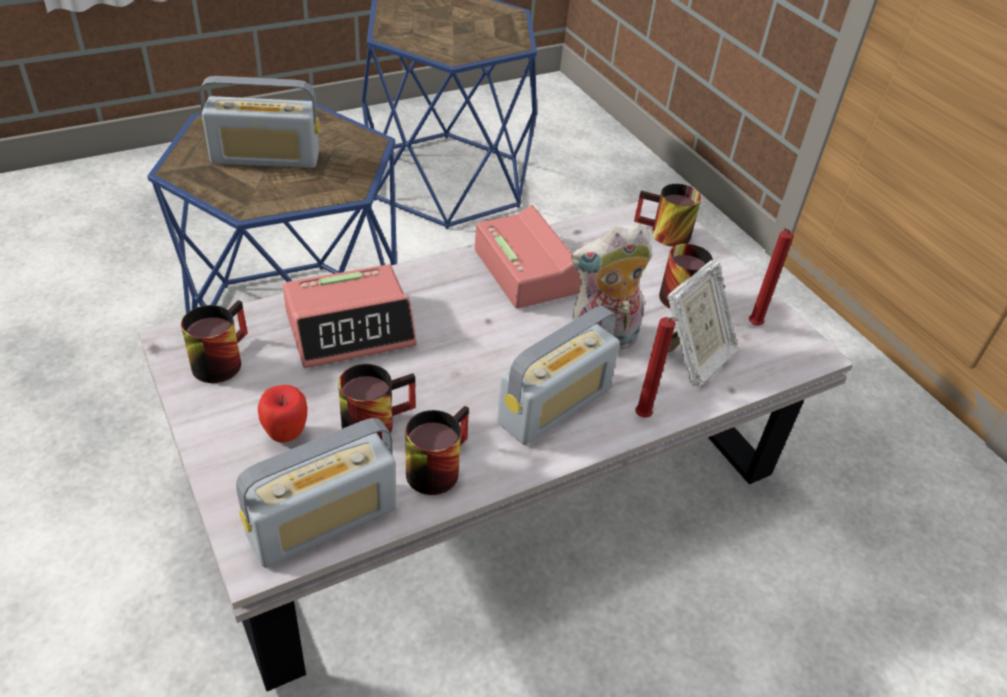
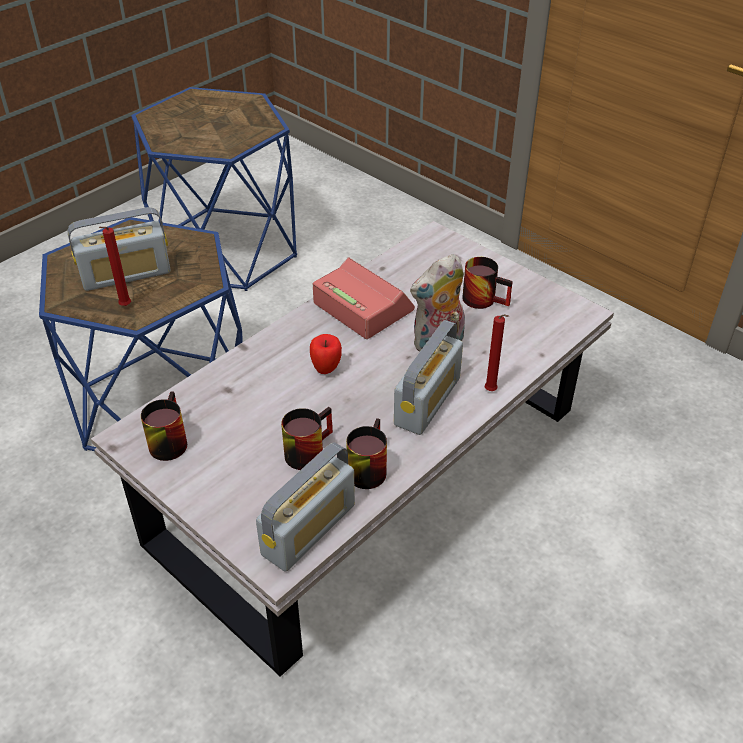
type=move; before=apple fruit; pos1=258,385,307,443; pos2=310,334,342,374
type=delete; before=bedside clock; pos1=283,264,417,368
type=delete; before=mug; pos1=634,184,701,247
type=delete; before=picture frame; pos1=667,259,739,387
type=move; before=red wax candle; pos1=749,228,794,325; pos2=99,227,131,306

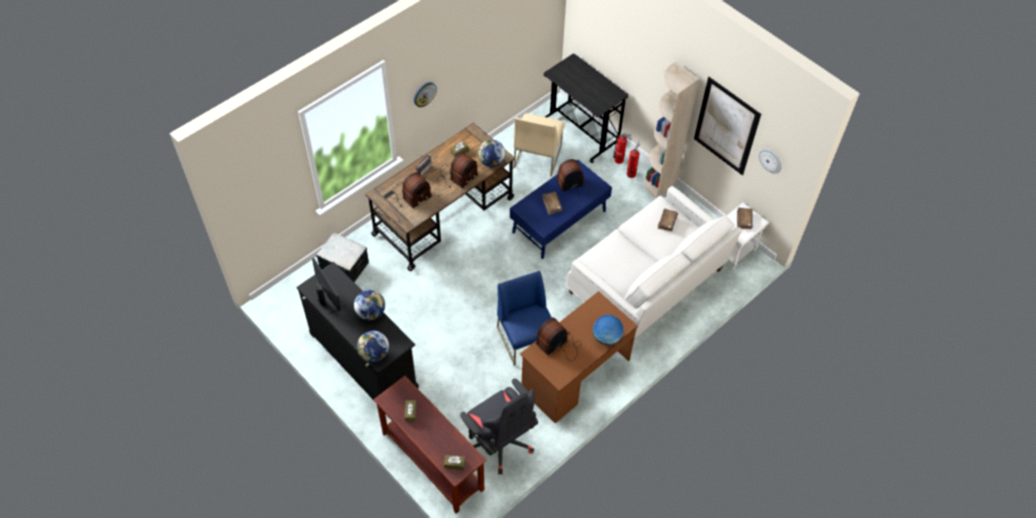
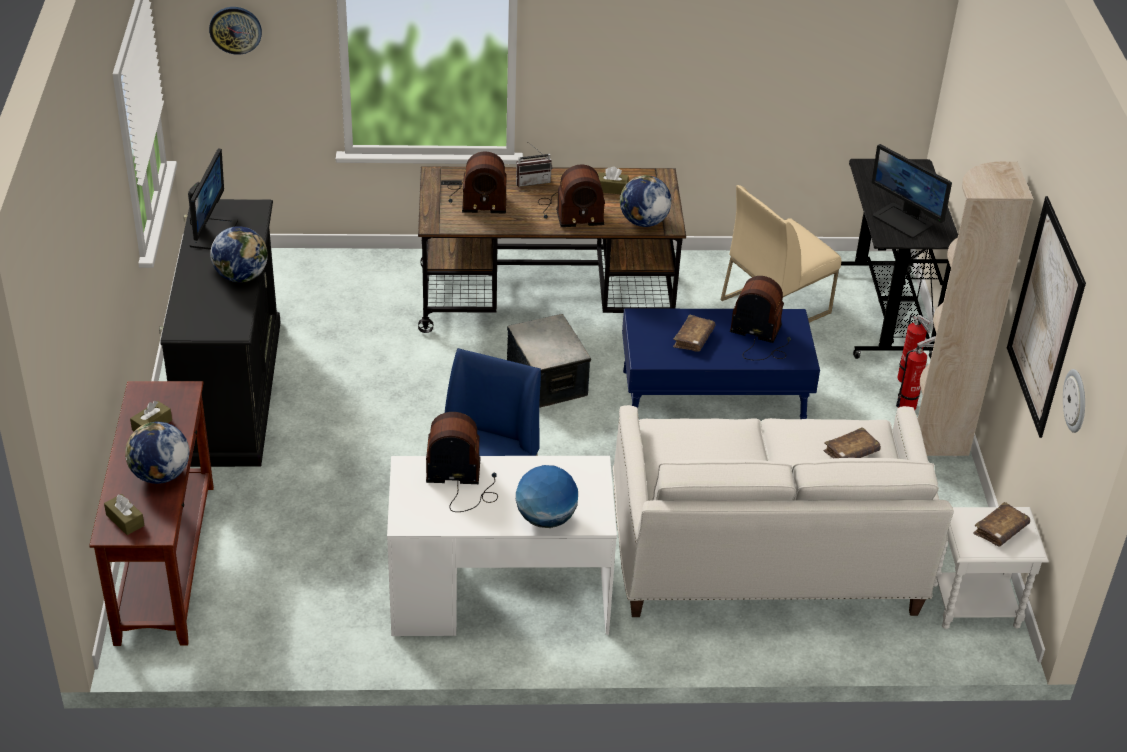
type=move; before=storage bin; pos1=316,233,369,282; pos2=507,314,591,408
type=move; before=world globe; pos1=357,331,389,362; pos2=125,422,189,484
type=move; before=clock on the wall; pos1=414,82,437,107; pos2=209,7,262,55
type=delete; before=blackish office chair; pos1=460,378,538,475
type=recolor; before=brown desk; after=whitish desk; pos1=520,291,638,423; pos2=387,456,617,636
type=insert; after=monitor; pos2=872,144,952,238

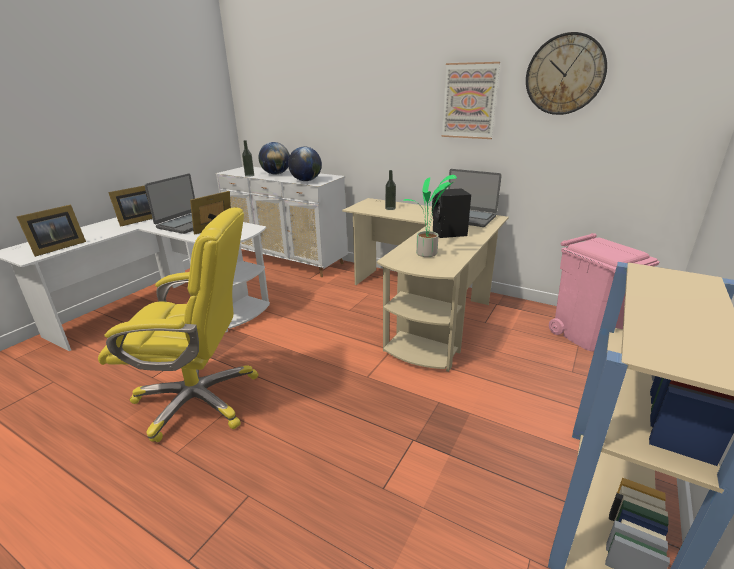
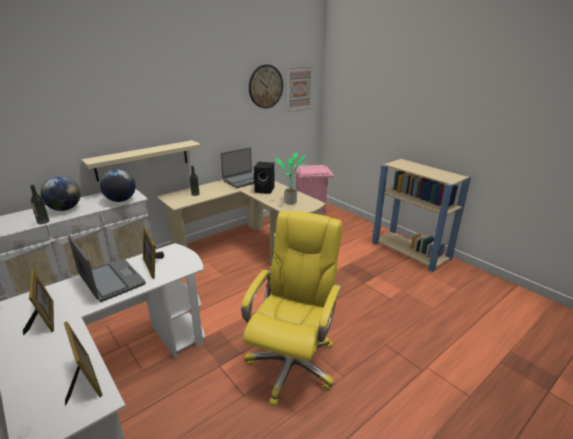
type=move; before=wall picture; pos1=442,62,500,139; pos2=288,66,312,112
type=insert; after=beige wall shelf; pos2=81,140,201,182

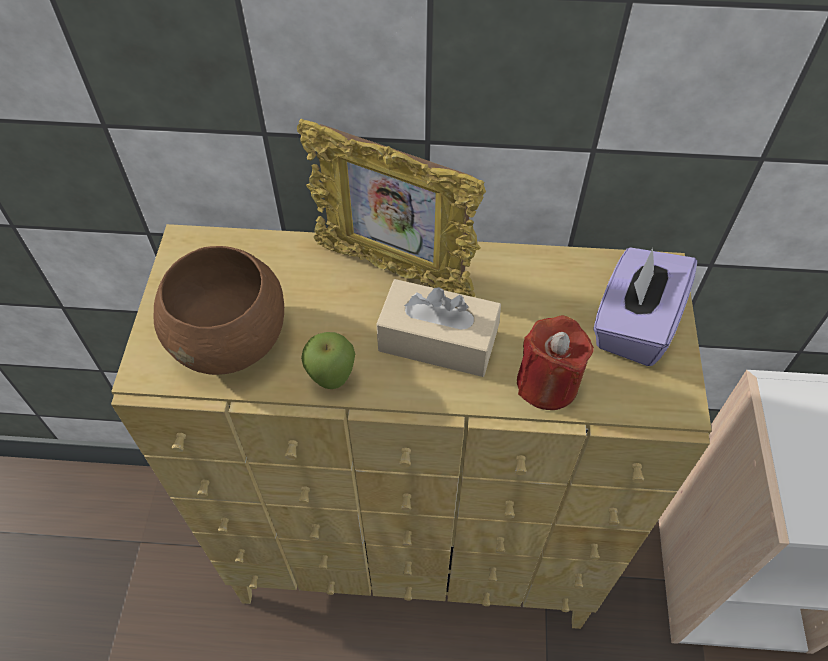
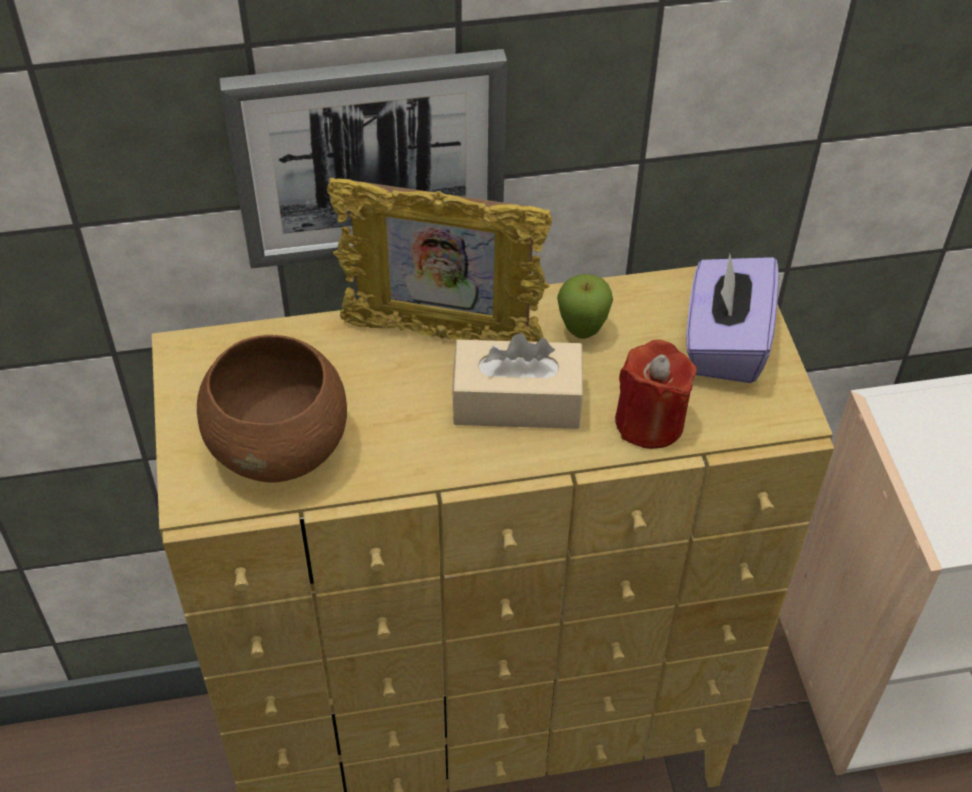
type=move; before=apple fruit; pos1=301,332,355,389; pos2=557,274,613,339
type=insert; after=wall picture; pos2=220,49,507,269

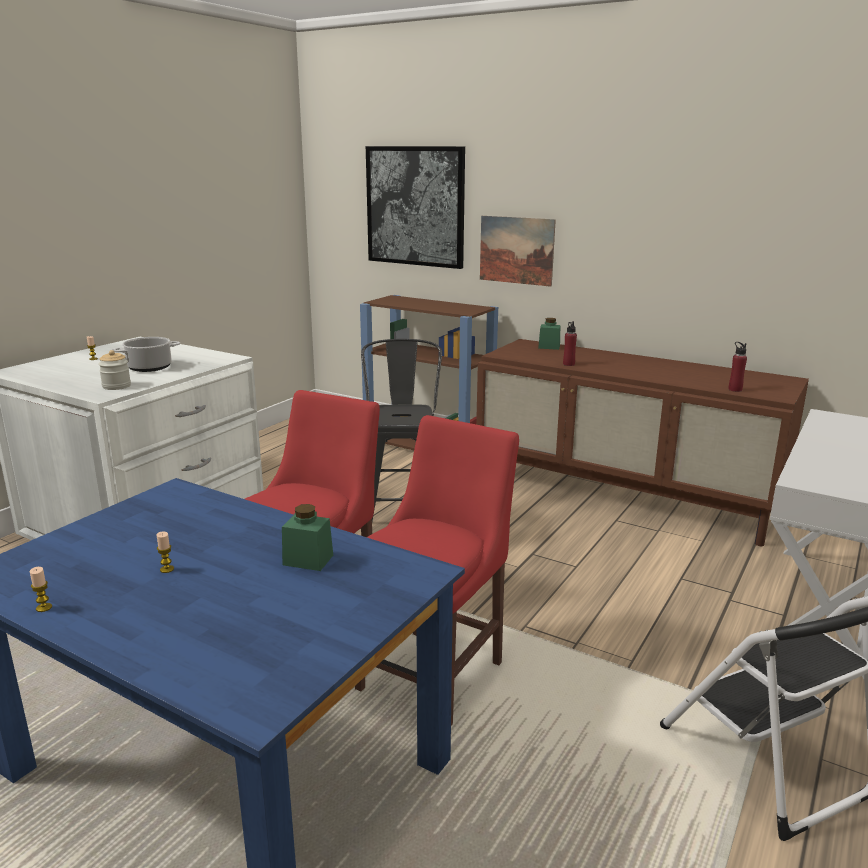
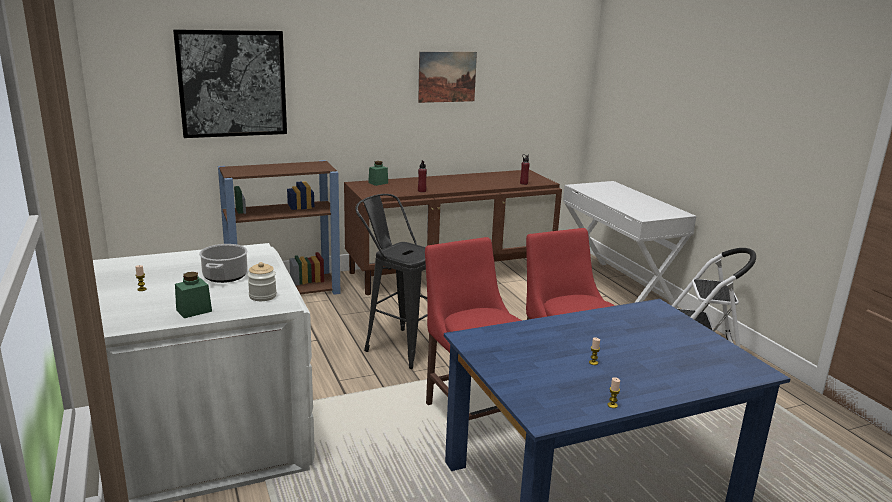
type=move; before=greenish storage jar; pos1=282,504,333,571; pos2=175,272,212,318
type=move; before=wall picture; pos1=480,216,556,287; pos2=418,52,477,103

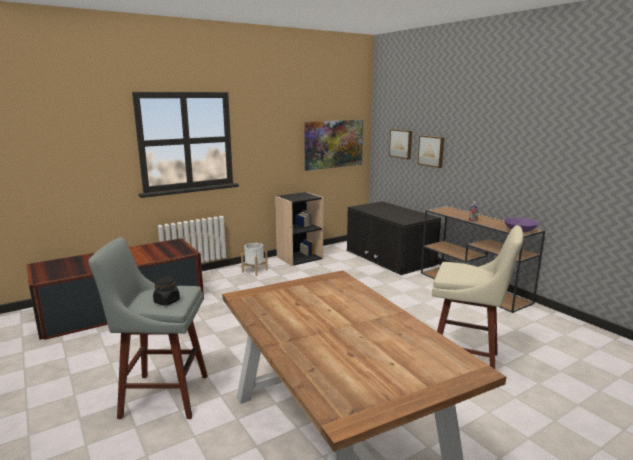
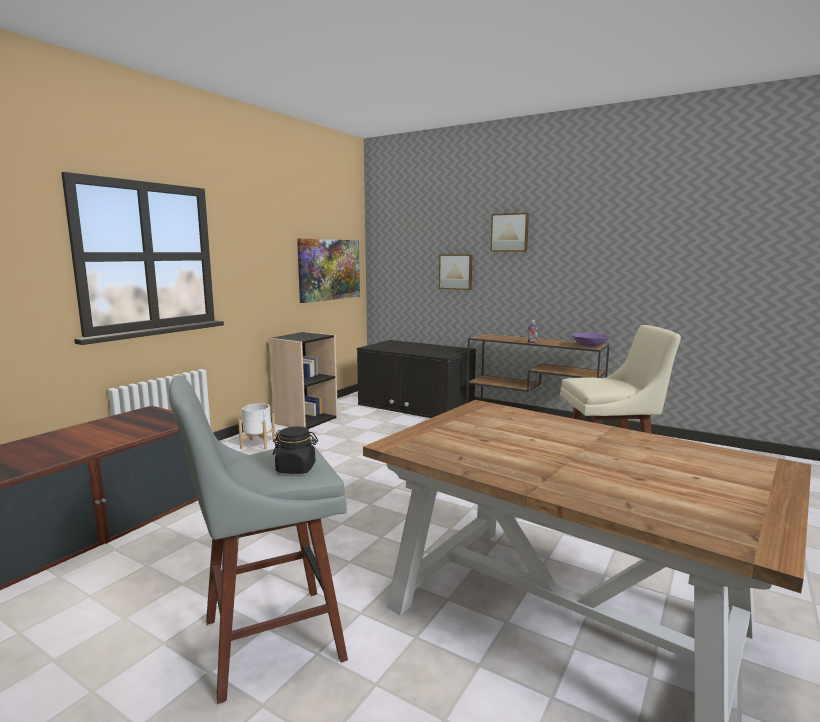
type=move; before=wall picture; pos1=389,129,412,159; pos2=490,213,529,252

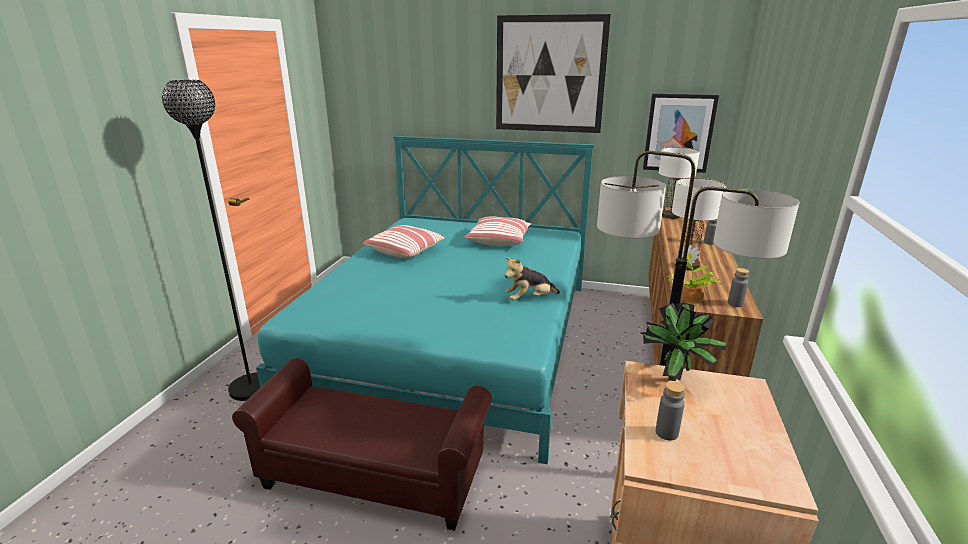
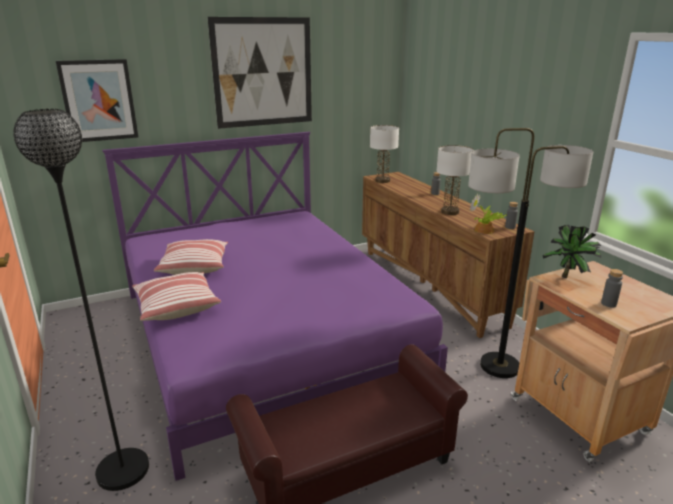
type=recolor; before=turquoise-coloured sleeping bed; after=purplish sleeping bed; pos1=256,136,595,464; pos2=102,132,448,481
type=move; before=throw pillow; pos1=465,216,532,246; pos2=132,272,221,321
type=delete; before=plush toy; pos1=504,257,560,300
type=move; before=wall picture; pos1=643,93,719,173; pos2=56,59,138,142

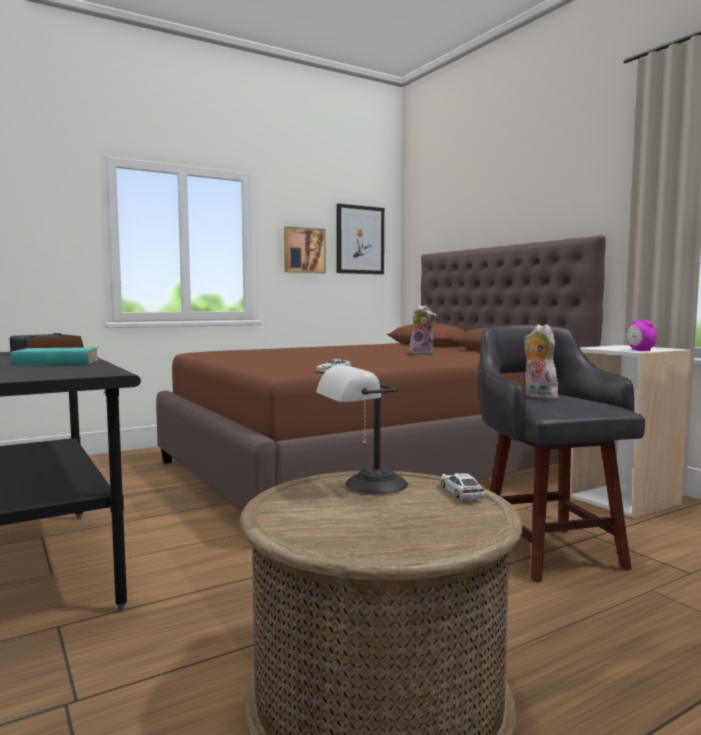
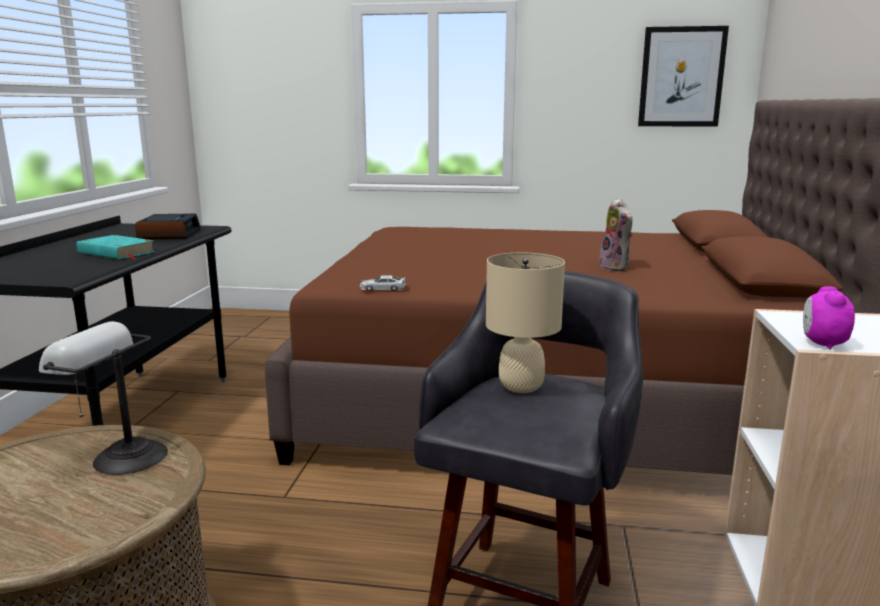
type=delete; before=wall picture; pos1=284,226,326,273
type=delete; before=toy car; pos1=440,473,485,500
type=replace; before=plush toy; after=beige table lamp; pos1=523,324,561,399; pos2=486,253,565,393

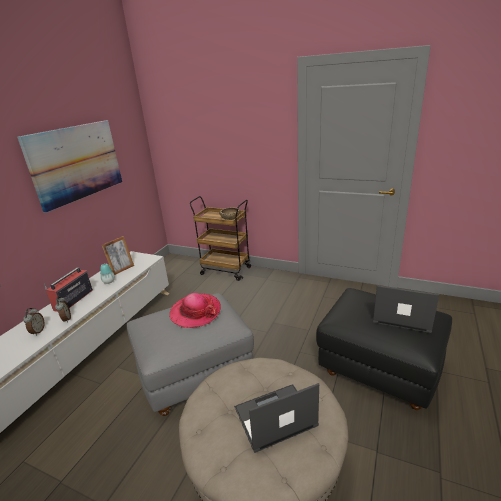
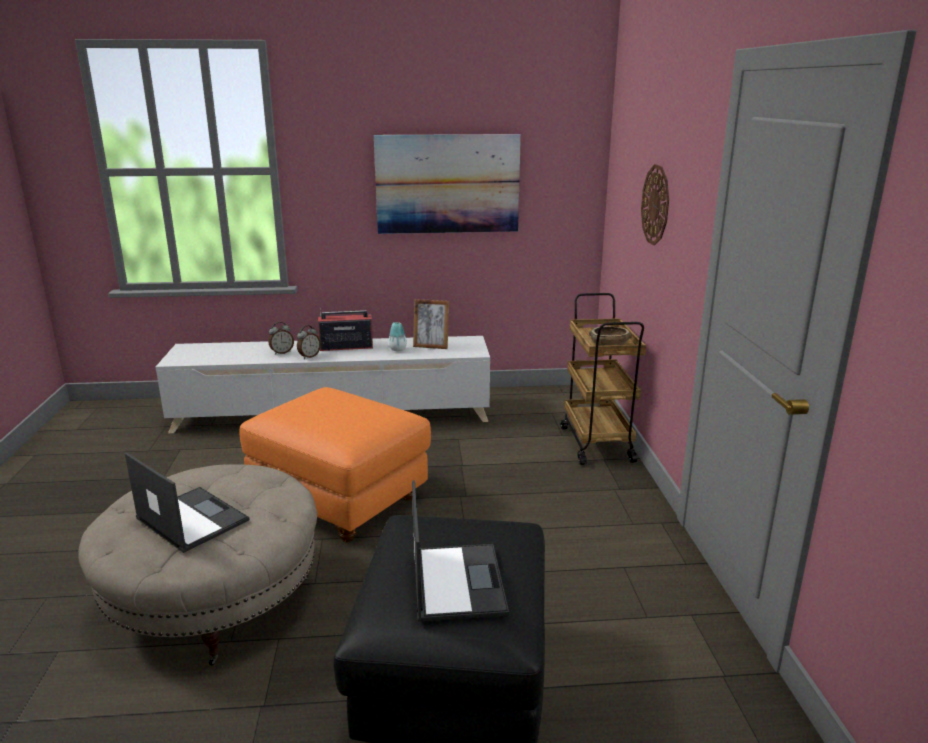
type=recolor; before=grey pouffe; after=orange-coloured pouffe; pos1=127,293,254,416; pos2=239,387,431,542
type=delete; before=hat; pos1=169,293,221,328
type=insert; after=clock on the wall; pos2=641,164,669,245

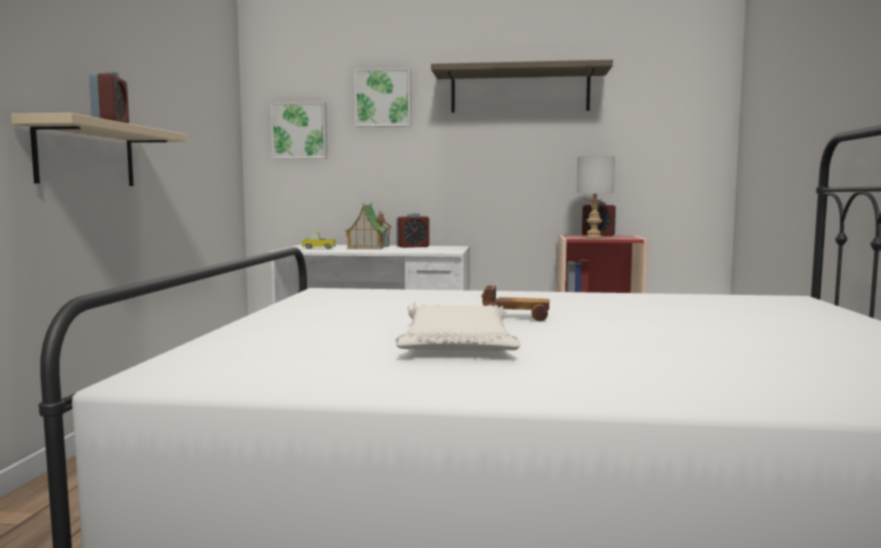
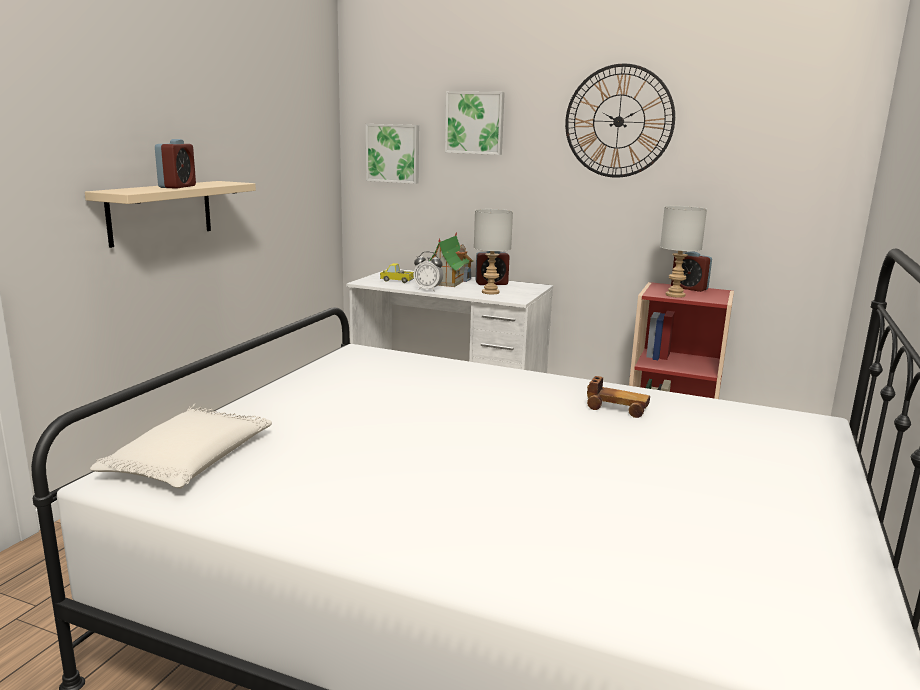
type=move; before=whitish throw pillow; pos1=396,302,521,351; pos2=90,404,272,489
type=replace; before=wall shelf; after=clock on the wall; pos1=431,60,613,113; pos2=565,63,675,178
type=move; before=toy car; pos1=482,285,549,322; pos2=587,376,650,418
type=insert; after=bedside clock; pos2=413,251,443,291
type=insert; after=grey table lamp; pos2=474,209,513,294

